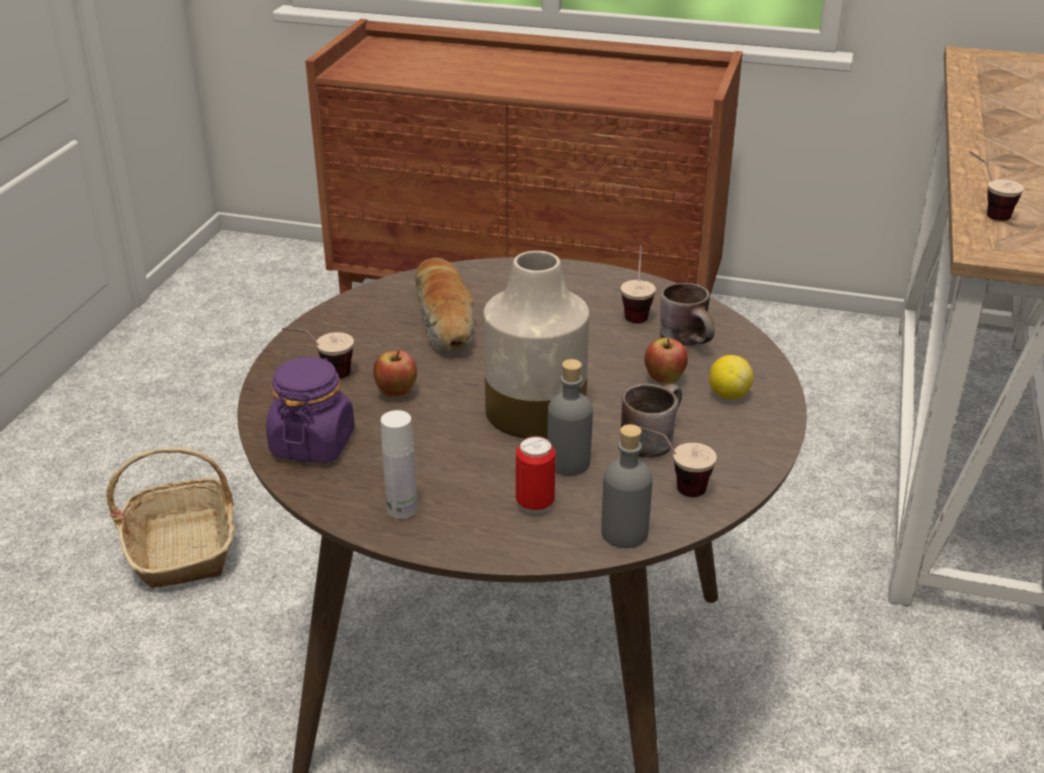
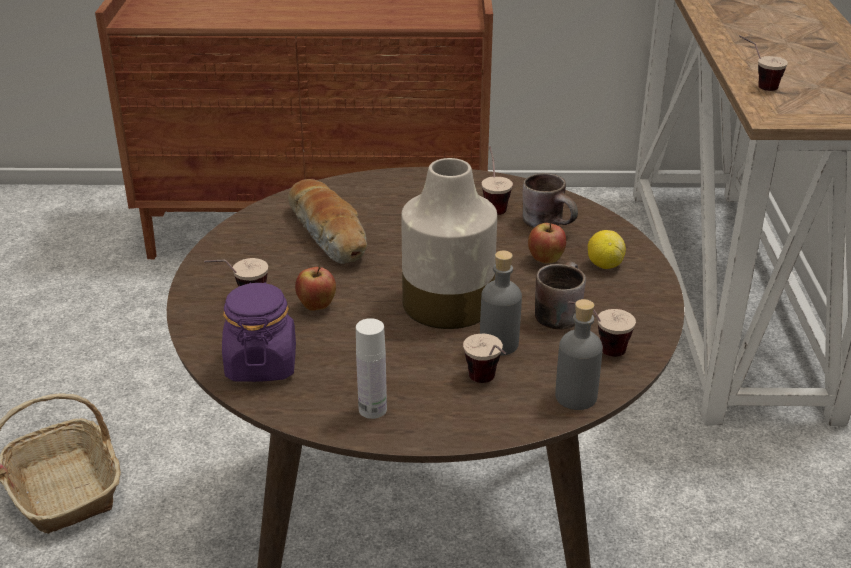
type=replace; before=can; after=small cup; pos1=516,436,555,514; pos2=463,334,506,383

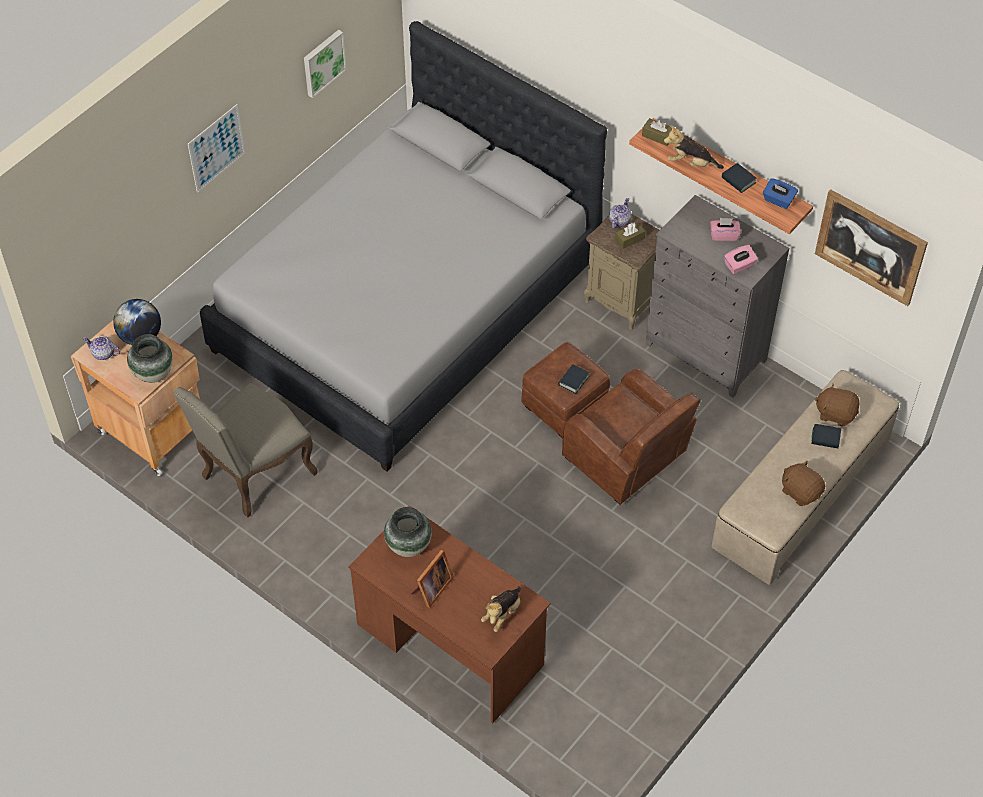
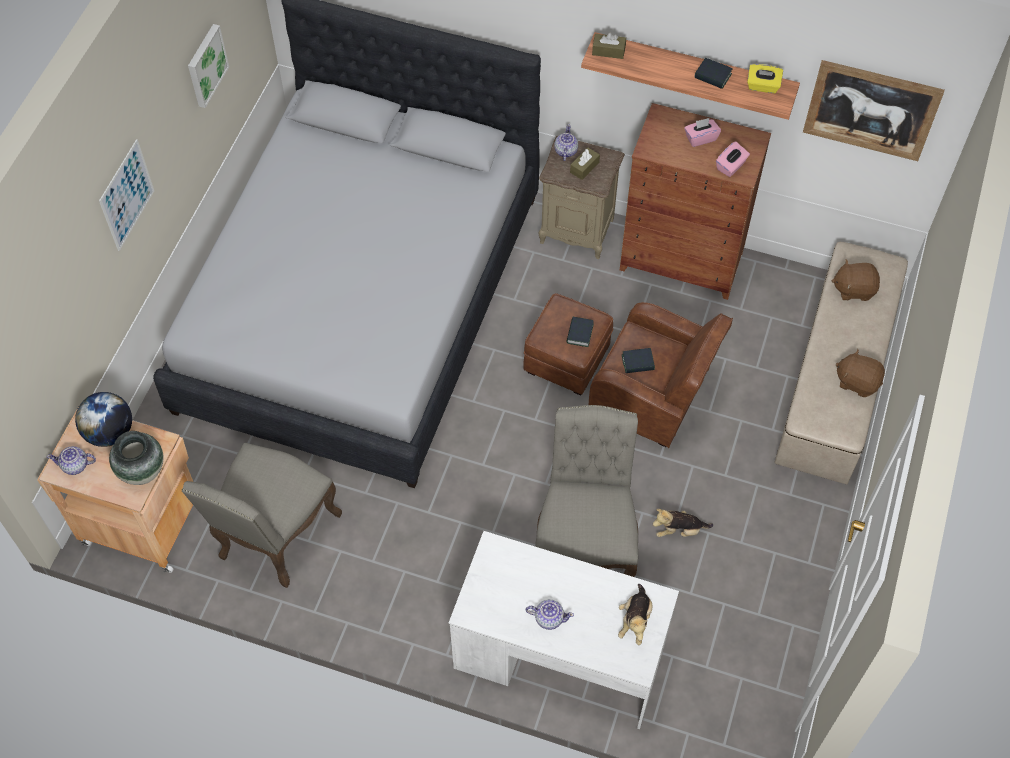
type=recolor; before=brown desk; after=whitish desk; pos1=348,505,551,723; pos2=449,531,679,729
type=delete; before=decorative vase; pos1=384,507,432,557
type=replace; before=picture frame; after=tea pot; pos1=411,550,454,608; pos2=526,600,574,630
type=recolor; before=grey chest of drawers; after=brown chest of drawers; pos1=646,195,789,398; pos2=620,103,771,300
type=move; before=plush toy; pos1=664,125,724,169; pos2=653,509,713,537
type=recolor; before=bluish box of tissues; after=yellow box of tissues; pos1=763,178,798,209; pos2=747,64,783,93
type=move; before=book; pos1=811,424,841,448; pos2=622,348,655,373
type=insert; after=grey chair; pos2=535,405,638,577

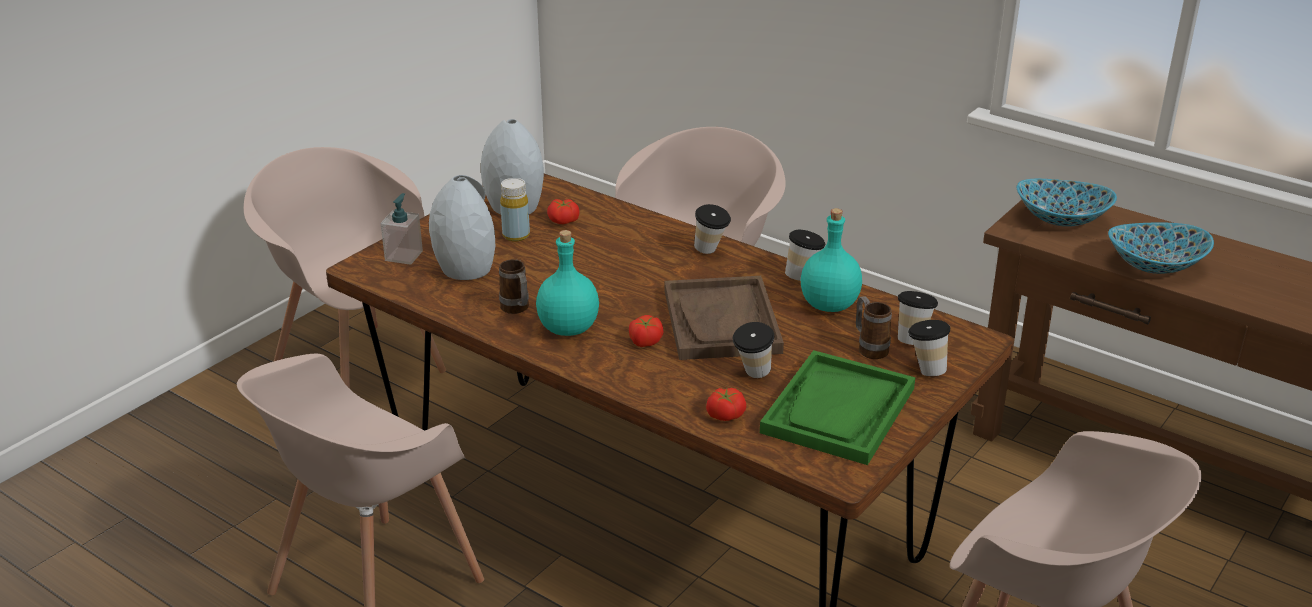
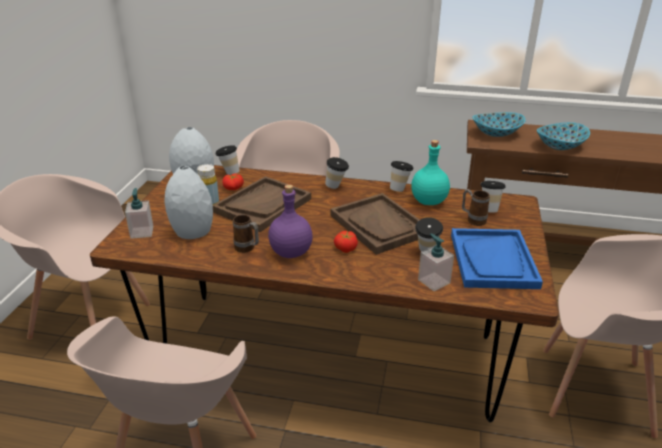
type=recolor; before=turquoise-coloured beverage bottle; after=purplish beverage bottle; pos1=536,230,599,336; pos2=268,184,313,258
type=replace; before=tomato; after=liquid soap bottle; pos1=706,388,746,421; pos2=418,234,454,291
type=recolor; before=greenish carrying tray; after=bluish carrying tray; pos1=760,350,915,465; pos2=451,228,543,289
type=move; before=small cup; pos1=908,320,951,376; pos2=215,145,240,175
type=insert; after=brown carrying tray; pos2=213,176,311,232

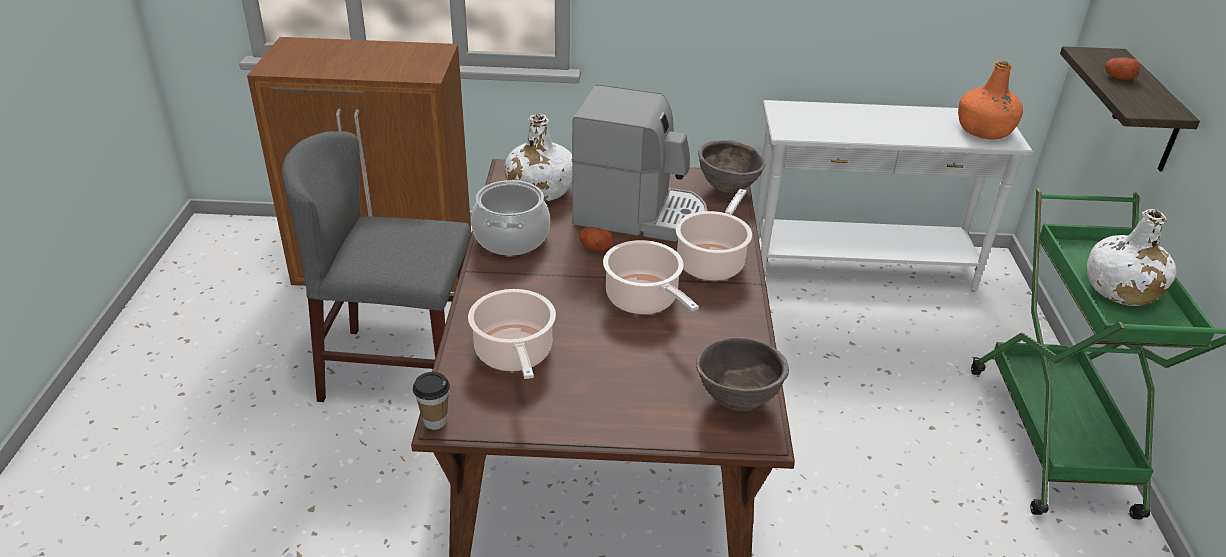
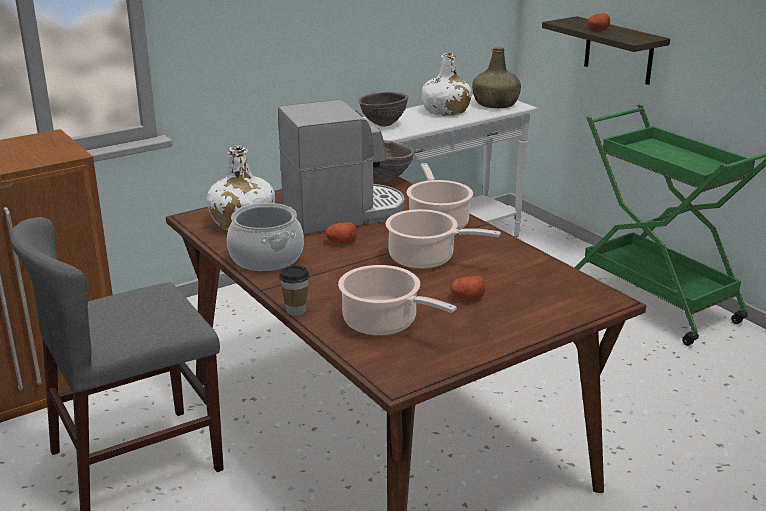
type=move; before=small cup; pos1=413,372,450,430; pos2=279,265,310,316
type=move; before=brown deep dish; pos1=696,337,789,411; pos2=358,92,408,127
type=recolor; before=orange-coloured beverage bottle; after=greenish beverage bottle; pos1=958,61,1023,139; pos2=472,47,521,108
type=move; before=whitish beverage bottle; pos1=1087,209,1176,306; pos2=422,53,472,116
type=insert; after=spud; pos2=450,276,485,300

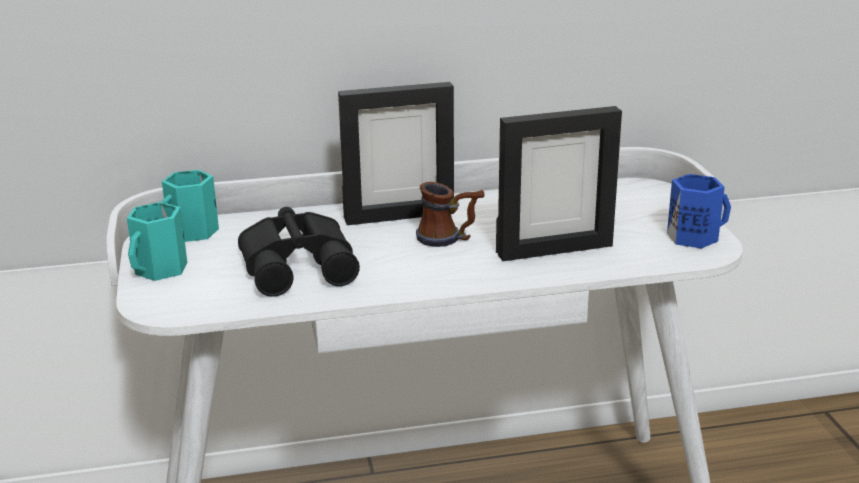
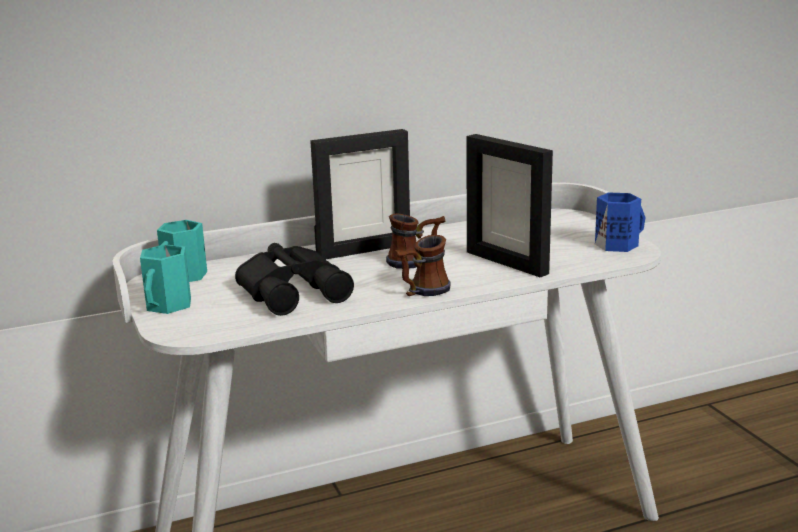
type=rotate; before=picture frame; pos1=496,106,622,261; pos2=466,134,553,278; turn=75
type=insert; after=mug; pos2=393,235,451,296

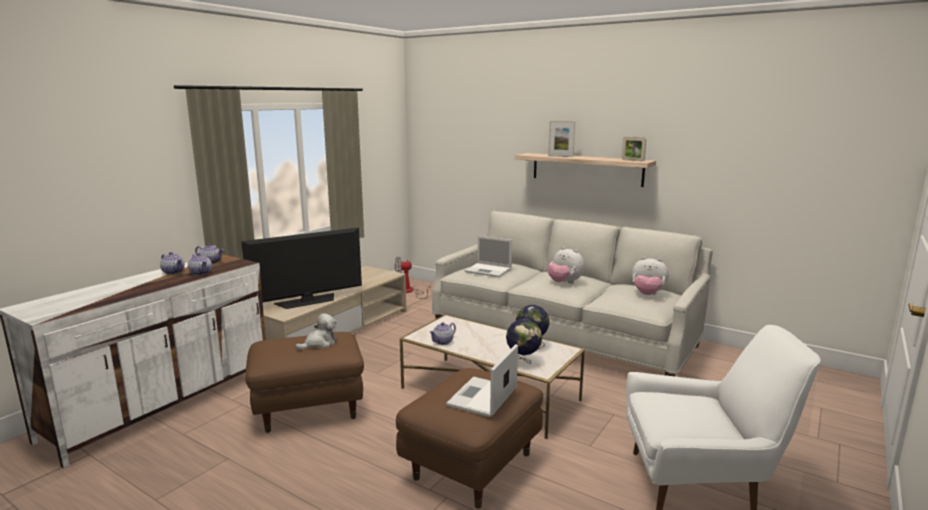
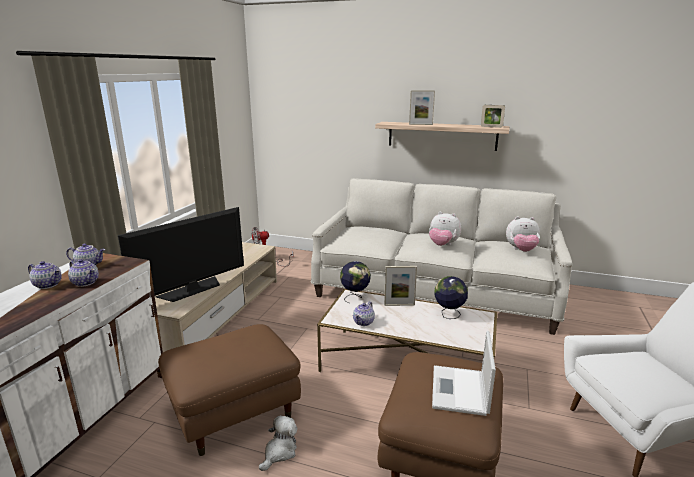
type=move; before=plush toy; pos1=296,313,336,350; pos2=259,415,297,471
type=delete; before=notebook computer; pos1=464,236,512,277
type=move; before=world globe; pos1=506,319,542,364; pos2=340,261,371,303
type=insert; after=picture frame; pos2=384,266,417,306

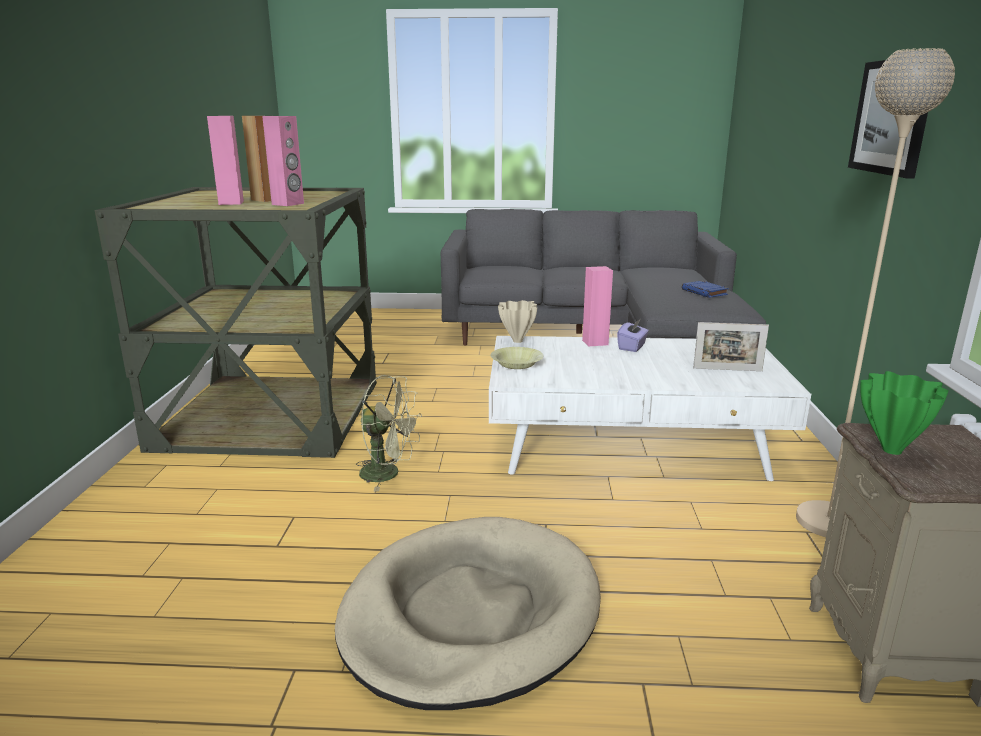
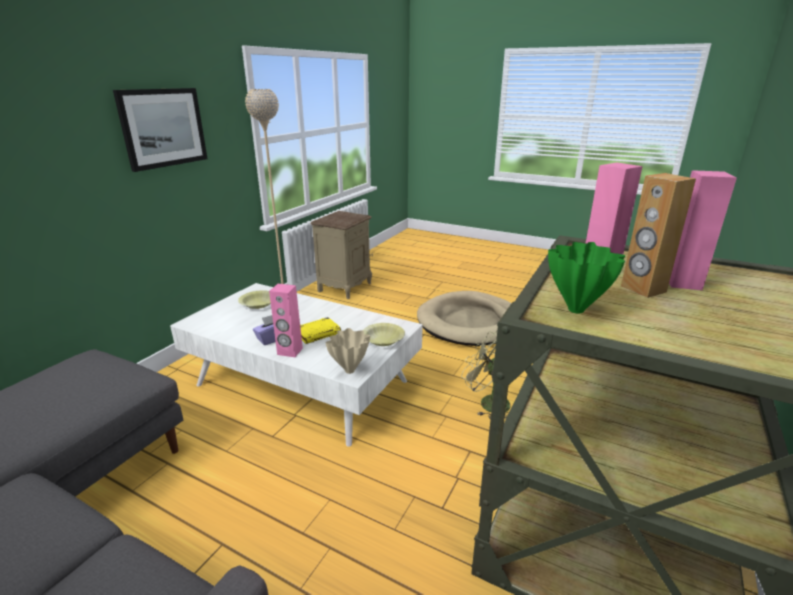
type=delete; before=bluish book; pos1=682,281,729,298
type=replace; before=picture frame; after=yellow deep dish; pos1=693,322,769,371; pos2=238,290,271,309
type=move; before=greenish decorative vase; pos1=860,371,949,455; pos2=548,242,625,313
type=insert; after=yellow book; pos2=300,317,341,344

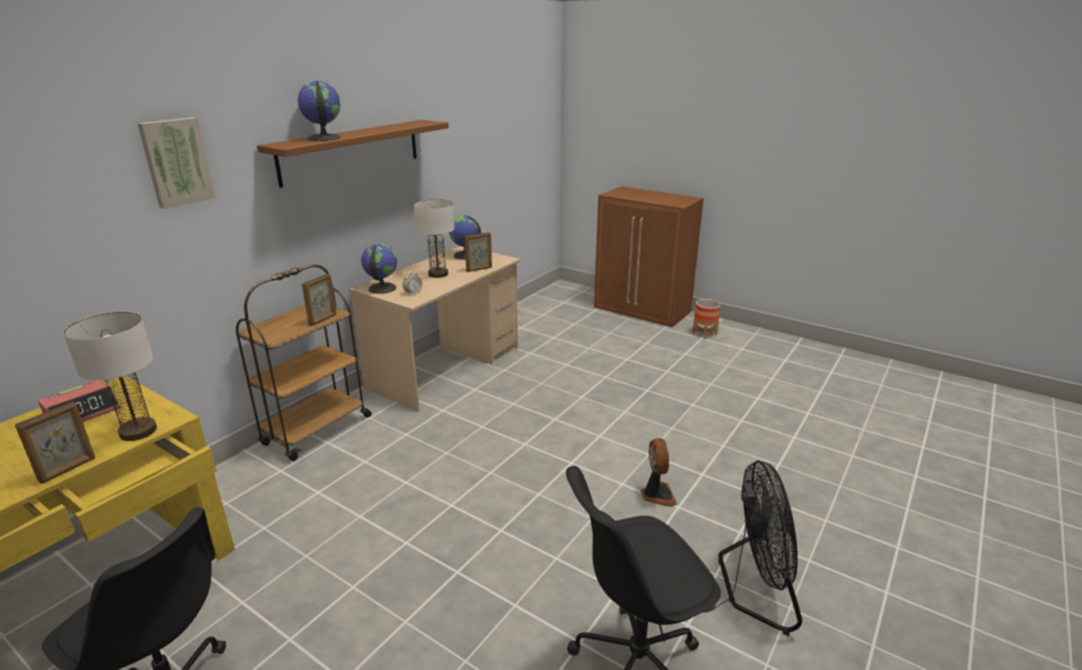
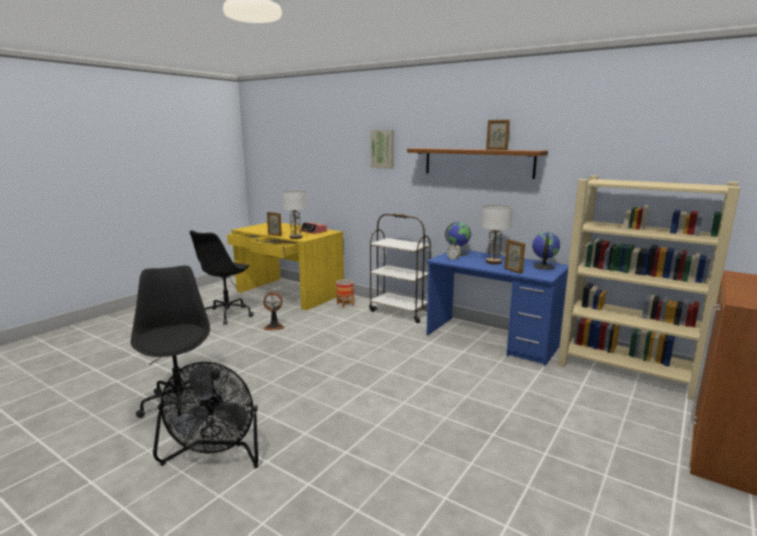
type=recolor; before=brown trolley; after=whitish trolley; pos1=236,264,372,461; pos2=369,213,431,323
type=delete; before=world globe; pos1=298,81,340,141
type=move; before=picture frame; pos1=302,274,336,326; pos2=486,120,510,150
type=recolor; before=beige desk; after=bluish desk; pos1=349,246,521,411; pos2=426,249,569,366
type=move; before=fan; pos1=641,438,677,507; pos2=263,292,284,330
type=move; before=planter; pos1=692,299,721,339; pos2=336,279,354,308
type=insert; after=beige bookcase; pos2=557,175,740,400

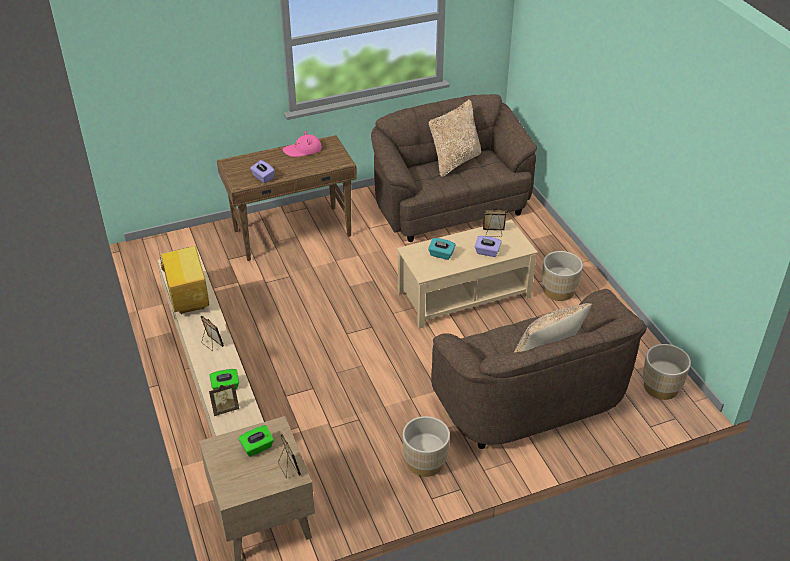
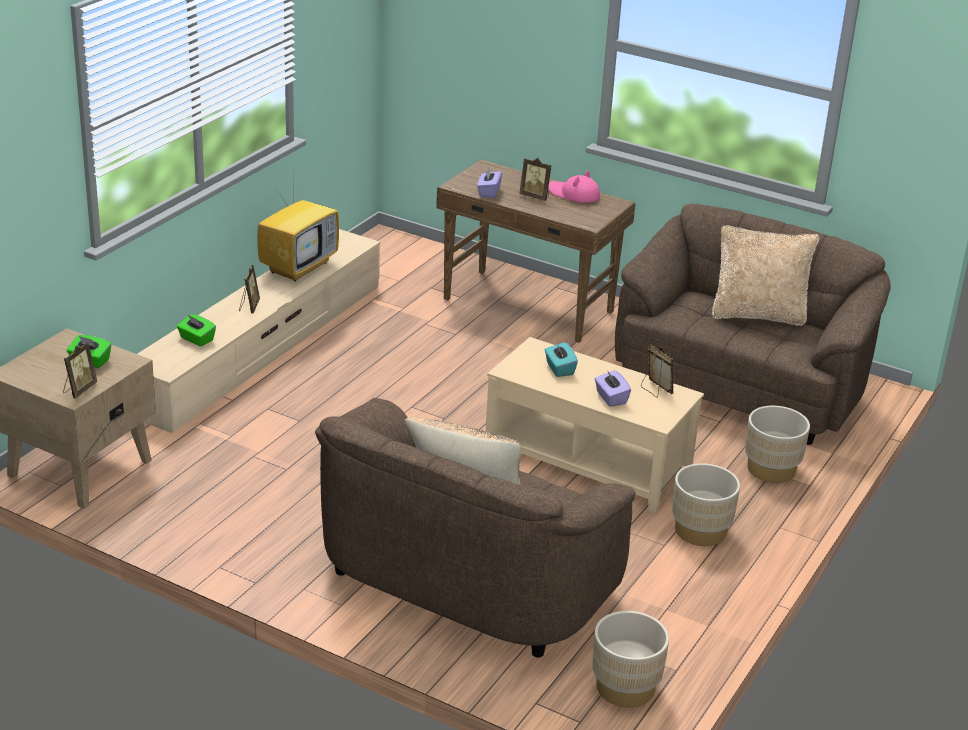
type=move; before=picture frame; pos1=209,384,239,416; pos2=519,158,551,201
type=move; before=beige planter; pos1=403,416,450,477; pos2=745,406,810,483

